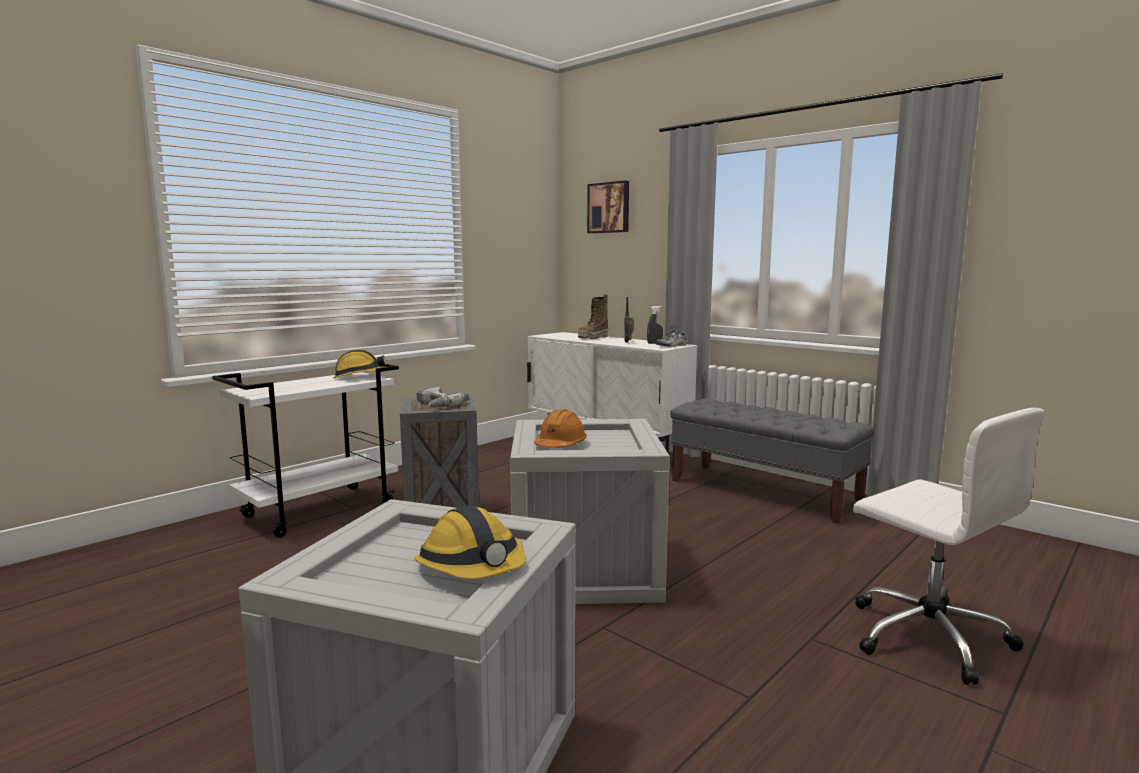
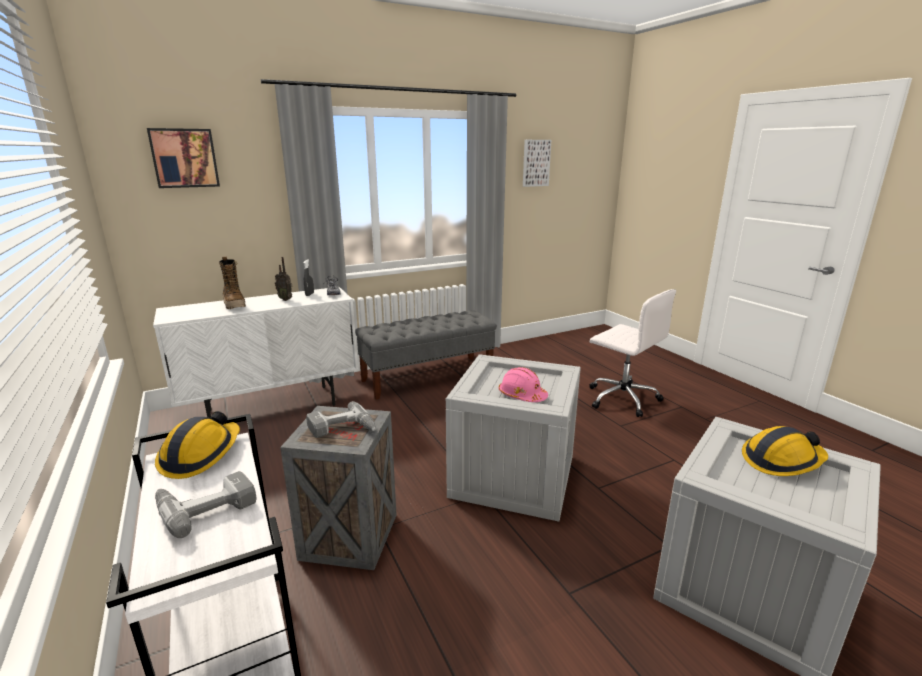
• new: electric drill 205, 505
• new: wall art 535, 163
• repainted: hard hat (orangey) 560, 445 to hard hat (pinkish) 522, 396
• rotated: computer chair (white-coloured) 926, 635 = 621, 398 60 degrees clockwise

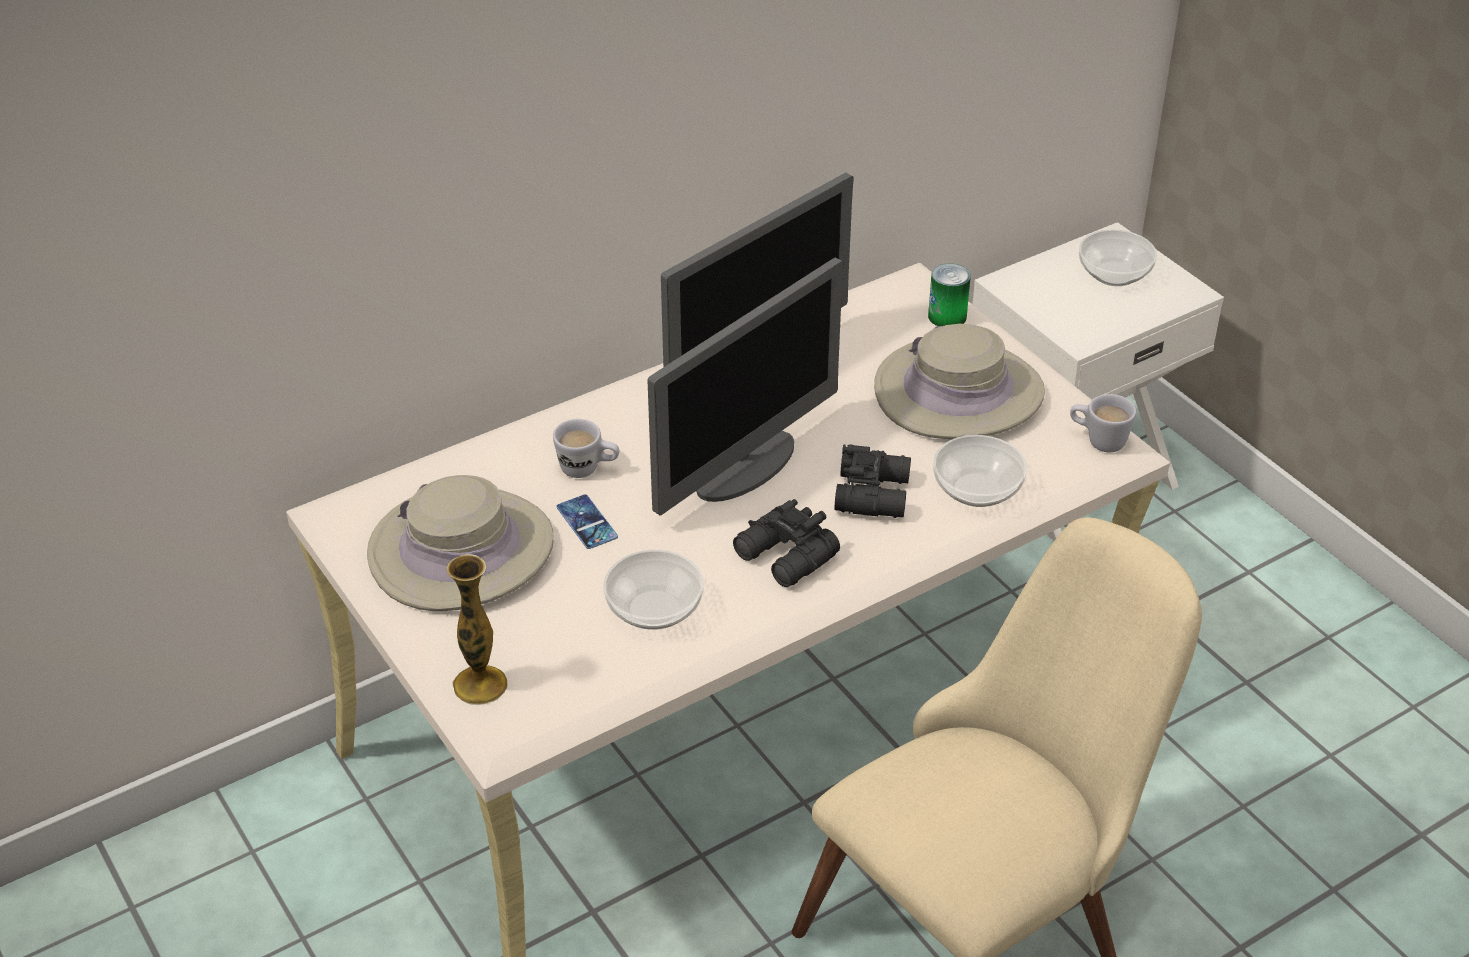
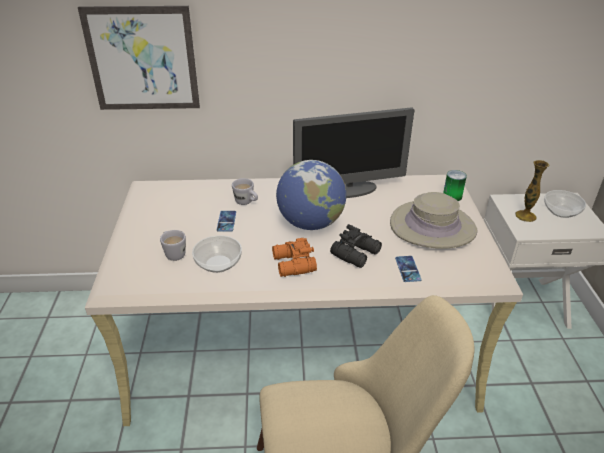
• gone: hat (sand-coloured) 461, 550
• new: wall art 142, 59
• shifted: vase 480, 685 to 525, 216
• shifted: coffee mug (white-coloured) 1098, 440 to 173, 253
• swapped: monitor 746, 466 to desk globe 310, 223
• swapped: deep dish 977, 489 to handset 407, 269
• repainted: binoculars (black-coloured) 785, 558 to binoculars (orangey) 293, 265

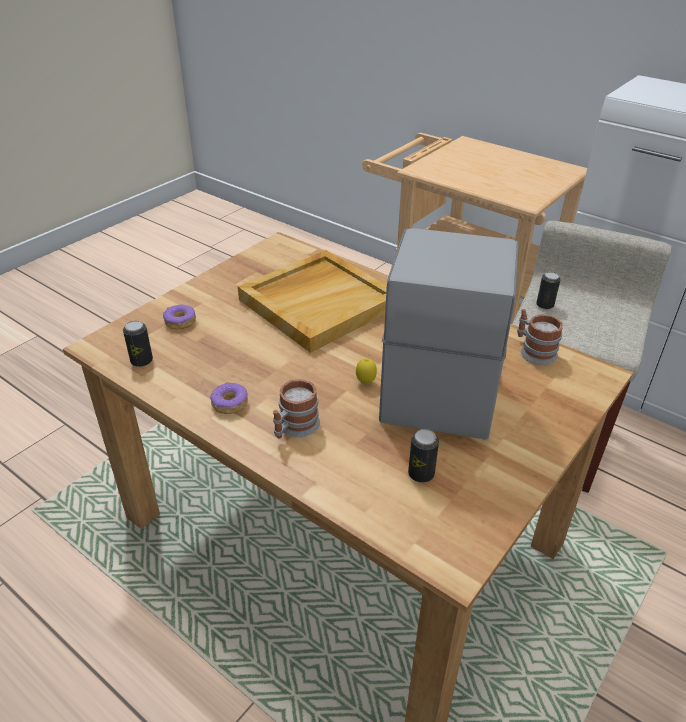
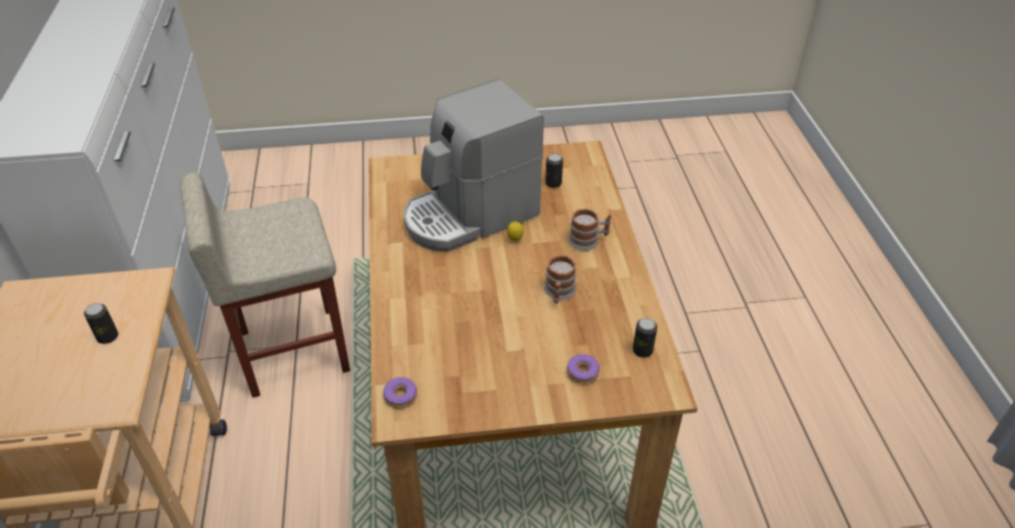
• gone: serving tray (sand-coloured) 319, 302
• shifted: donut 229, 404 to 401, 396
• shifted: coffee mug 533, 351 to 559, 293
• shifted: sealed can 545, 305 to 108, 337

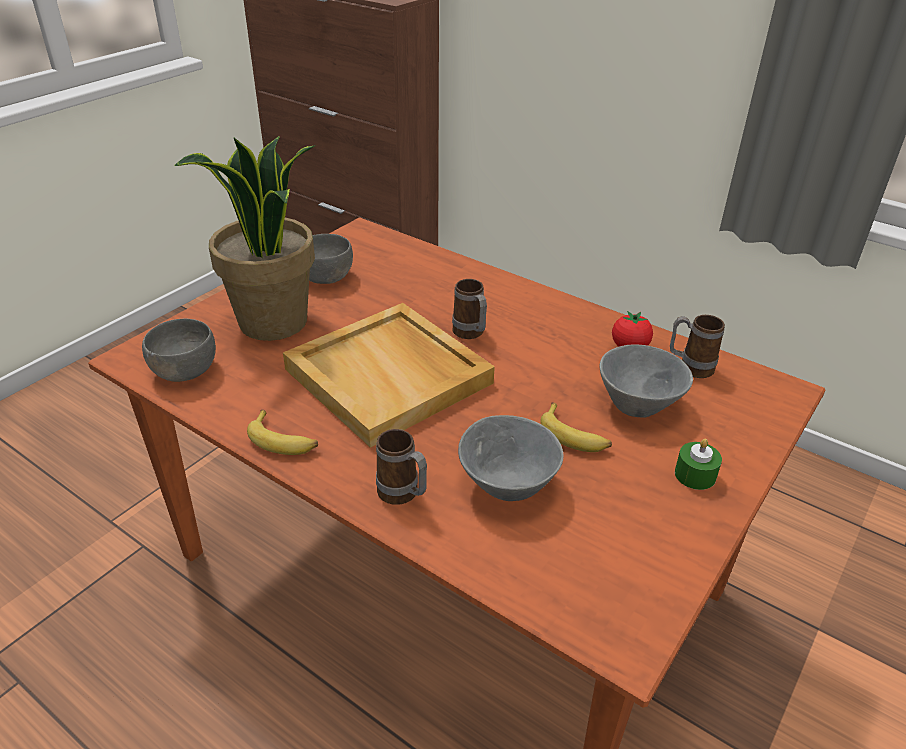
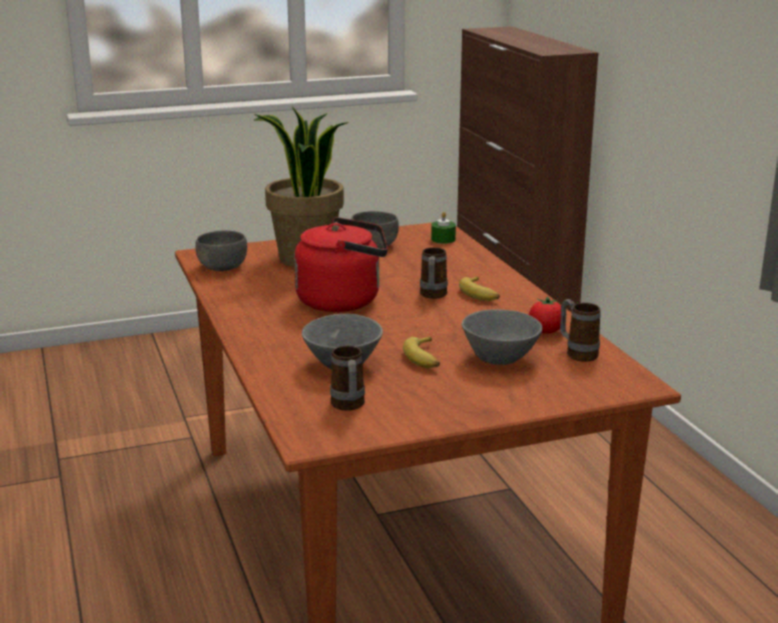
• shifted: whole banana 283, 440 to 480, 294
• shifted: coffee mug 403, 496 to 348, 406
• shifted: candle (greenish) 695, 475 to 443, 239
• swapped: serving tray (sand-coloured) 390, 376 to tea kettle (red-coloured) 344, 301

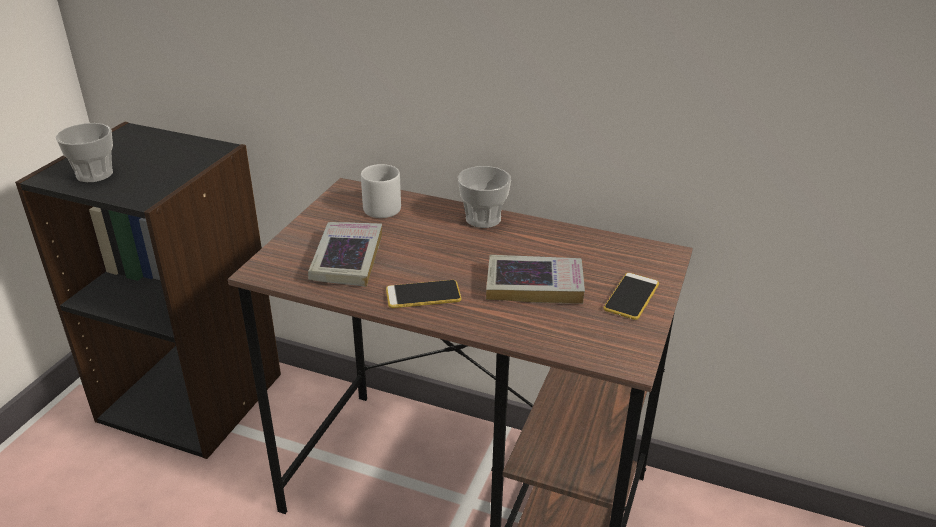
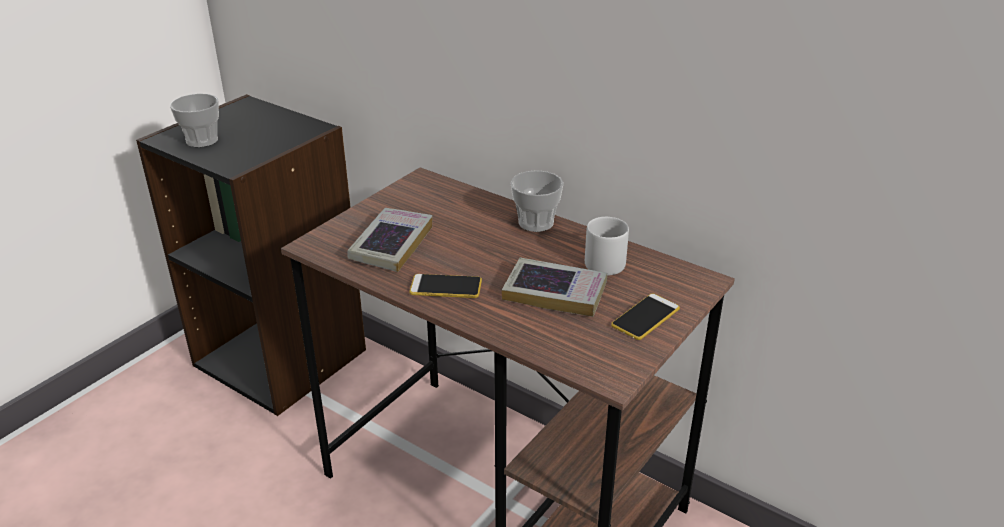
• shifted: coffee mug (gray) 384, 207 to 608, 262

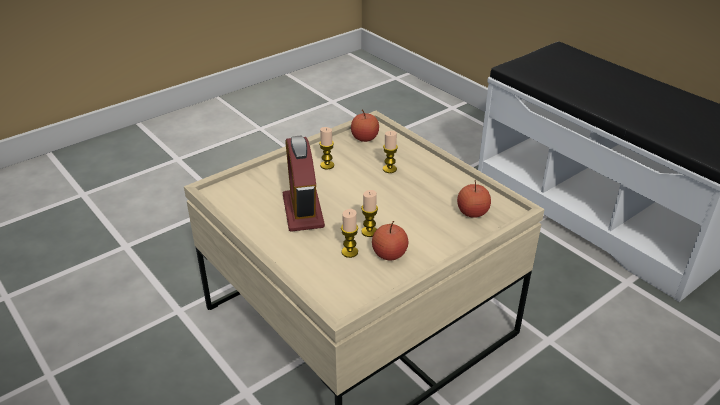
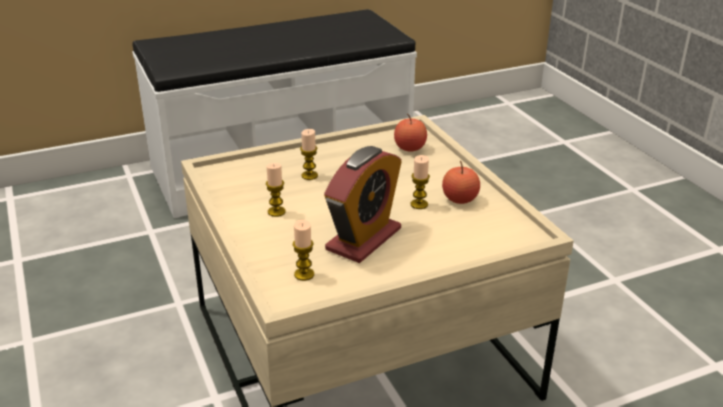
• gone: whole apple 365, 138
• shifted: candle 349, 252 to 304, 274
• rotated: alarm clock 303, 211 = 363, 239 60 degrees counterclockwise

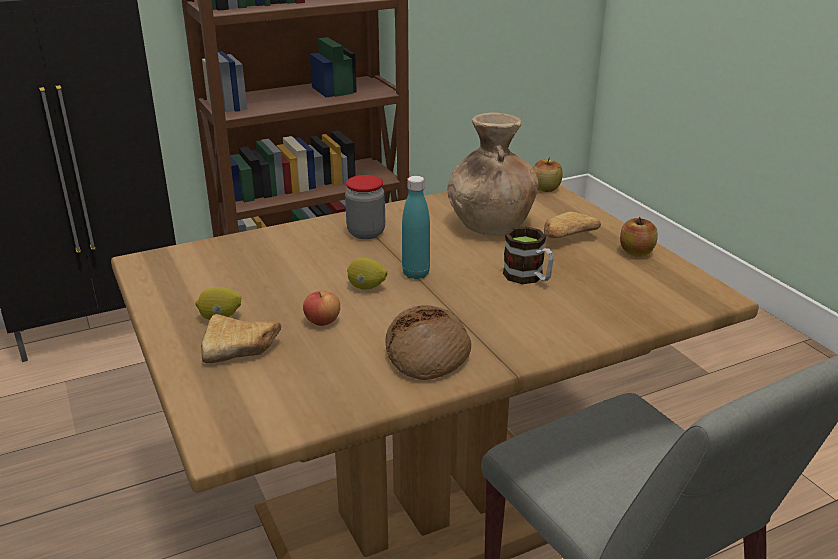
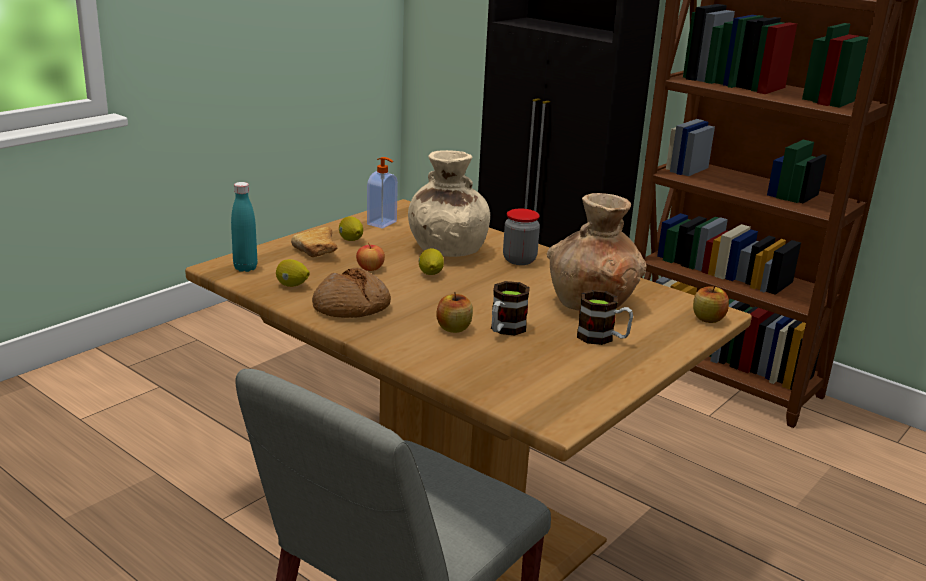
• new: citrus fruit 292, 285
• new: liquid soap bottle 382, 223
• new: vase (sand-coloured) 446, 250
• shifted: drink bottle (turquoise) 416, 274 to 245, 268
• shifted: whole apple 636, 252 to 453, 328
• swapped: bakery bread 565, 238 to coffee mug 602, 338

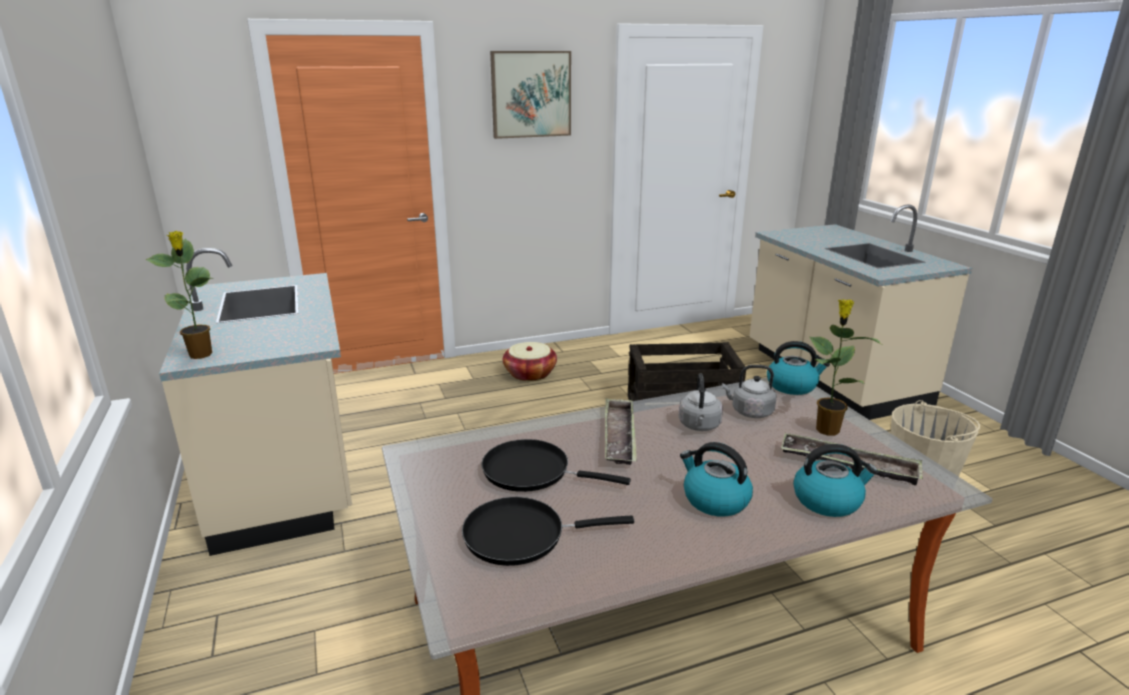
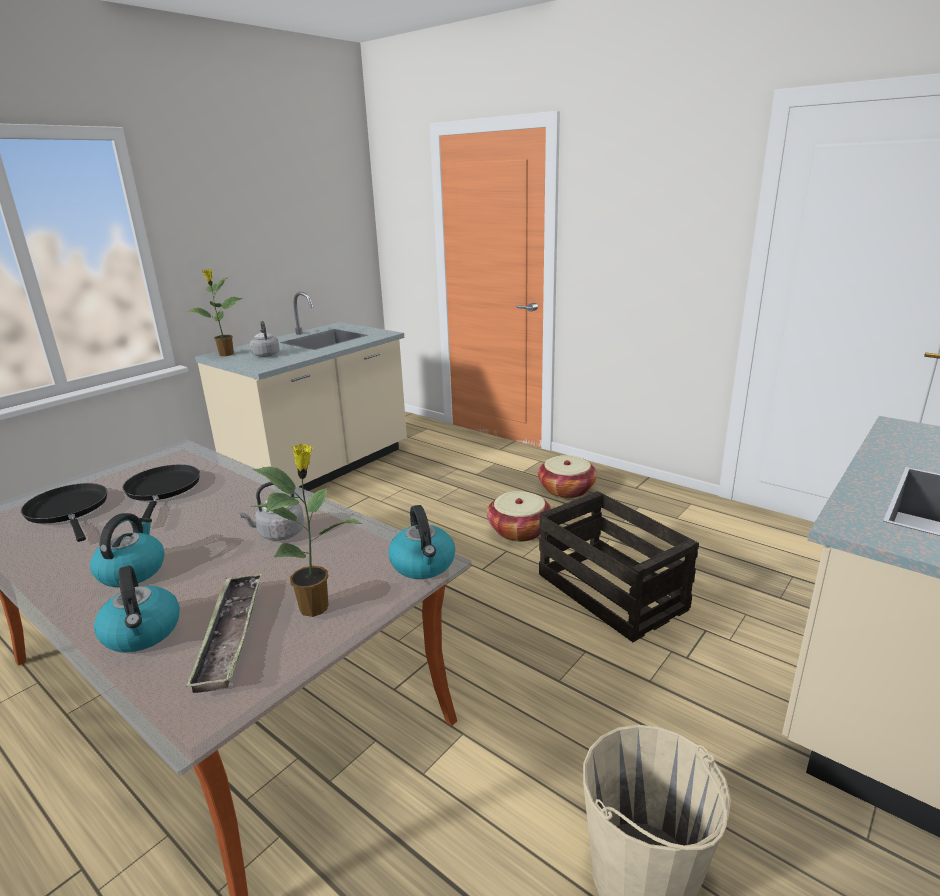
• gone: wall art 531, 94
• gone: serving tray 619, 436
• new: basket 519, 530
• shifted: tea kettle (gray) 749, 412 to 266, 354

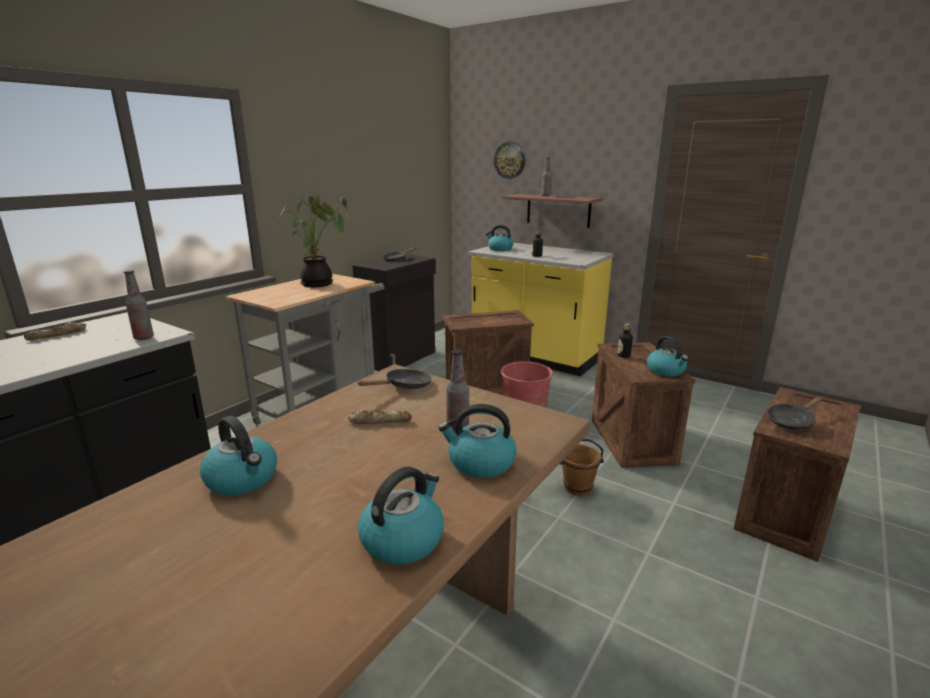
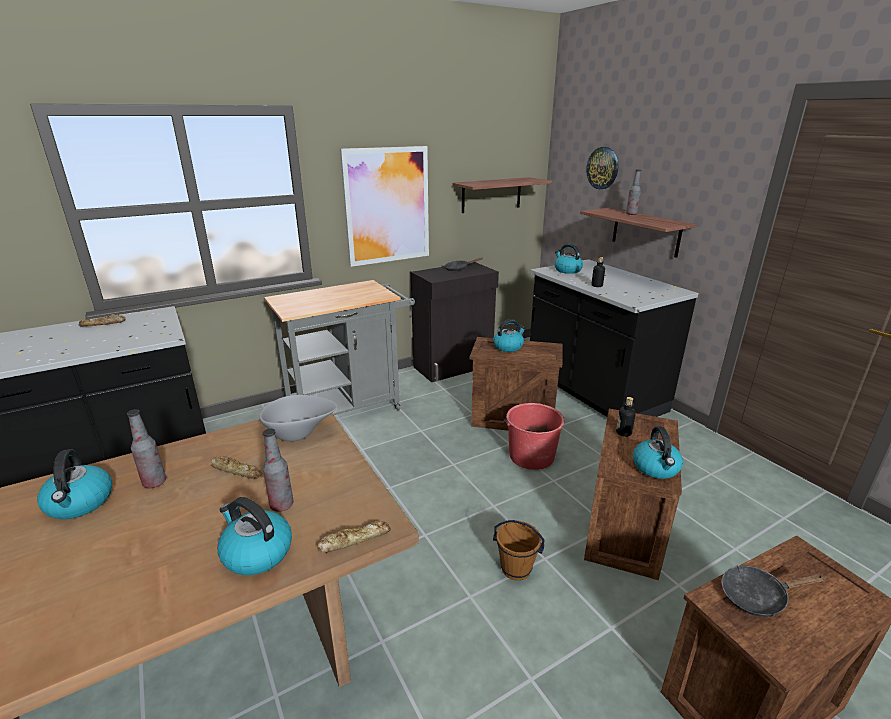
• gone: potted plant 319, 284
• new: bakery bread 354, 539
• new: wall art 387, 206
• new: shelf 491, 195
• shifted: drink bottle 144, 338 to 154, 483
• shifted: tea kettle 403, 539 to 508, 346
• swapped: skillet (black-coloured) 404, 386 to deep dish (gray) 301, 433
• repainted: counter (yellowish) 535, 357 to counter (black-coloured) 592, 392

